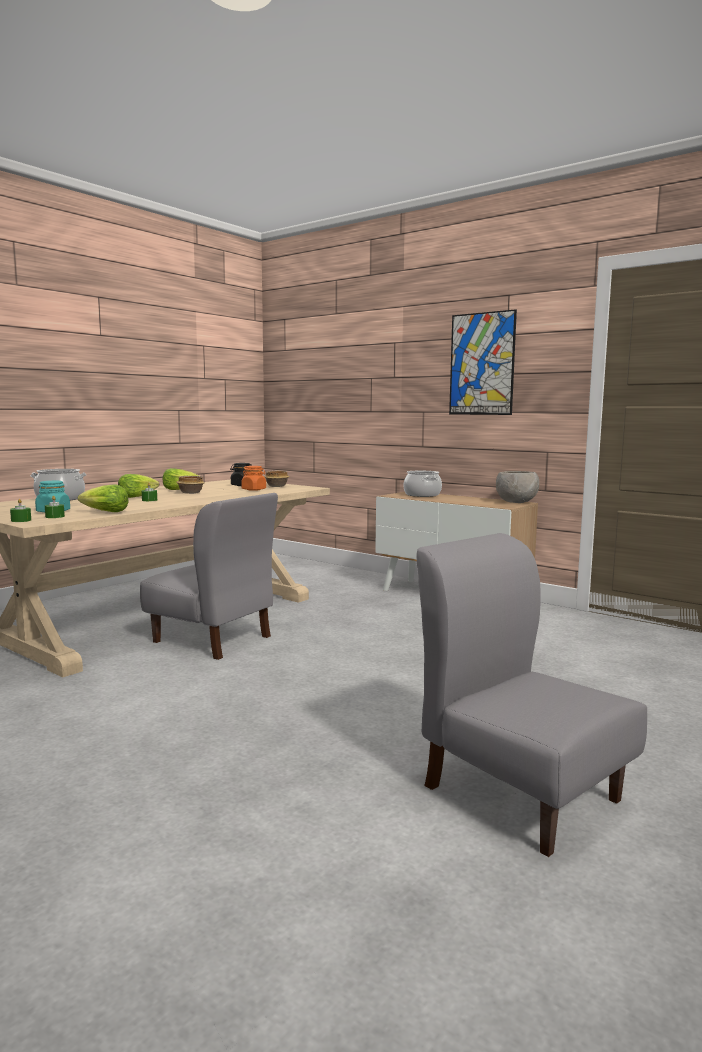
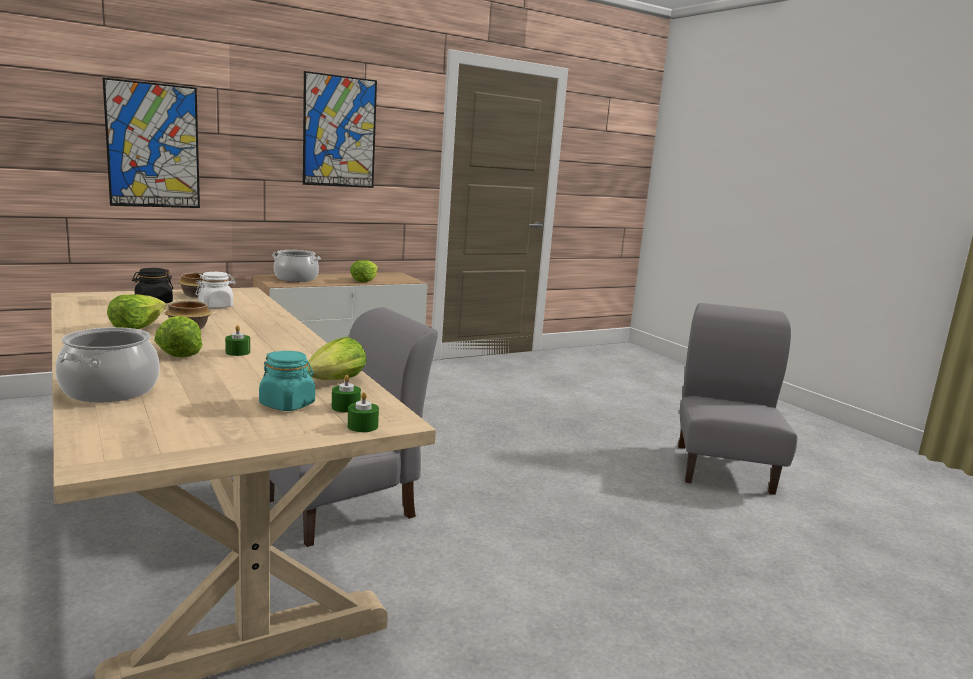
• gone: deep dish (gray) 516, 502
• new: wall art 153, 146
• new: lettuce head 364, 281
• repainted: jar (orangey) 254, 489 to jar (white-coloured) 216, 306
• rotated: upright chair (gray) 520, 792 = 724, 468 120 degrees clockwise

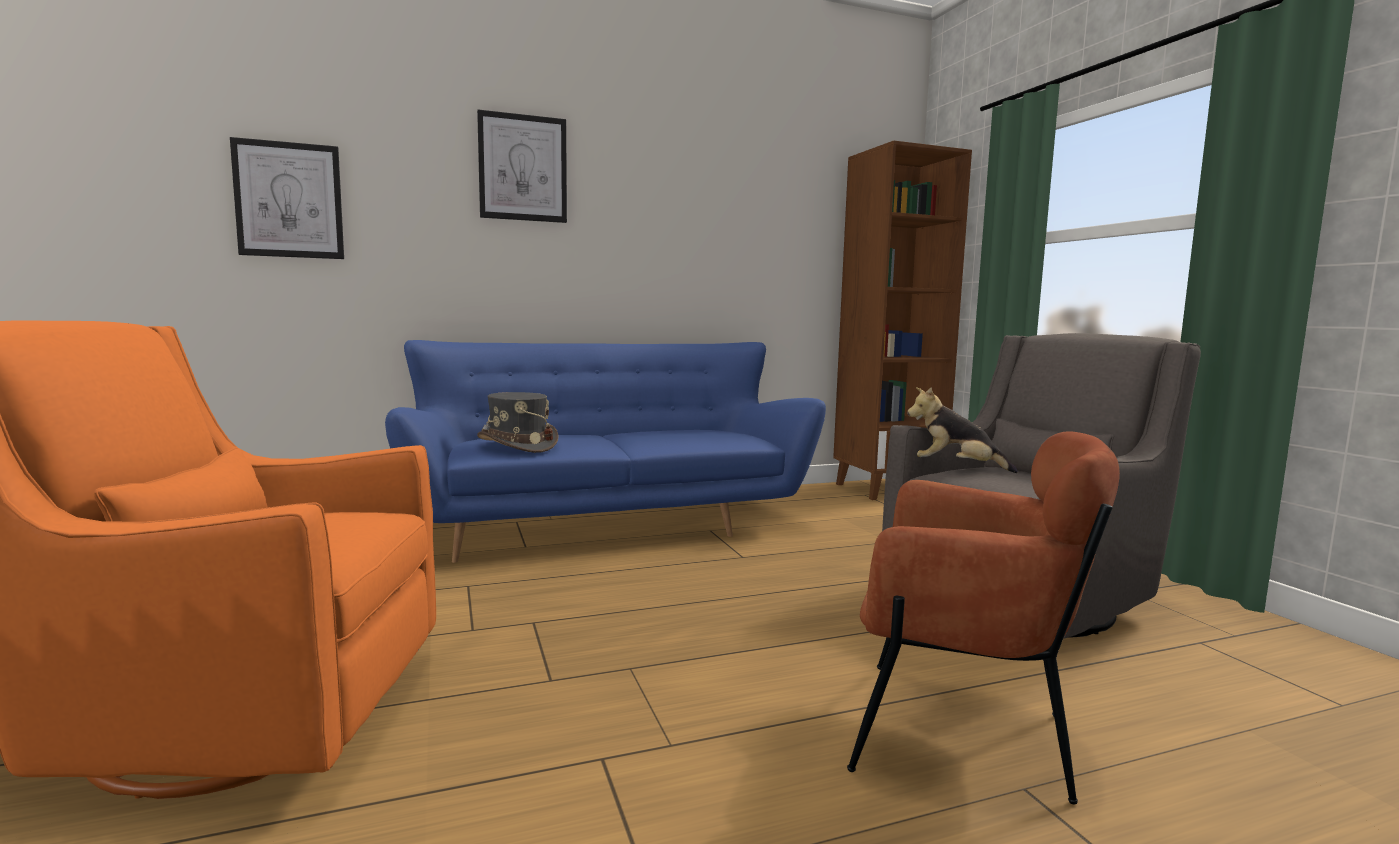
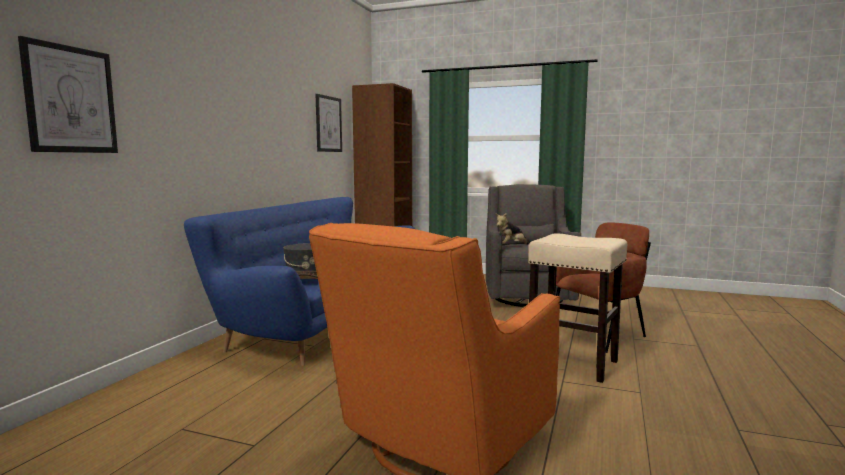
• new: stool seat (sand-coloured) 573, 363
• shifted: wall art 523, 168 to 328, 124

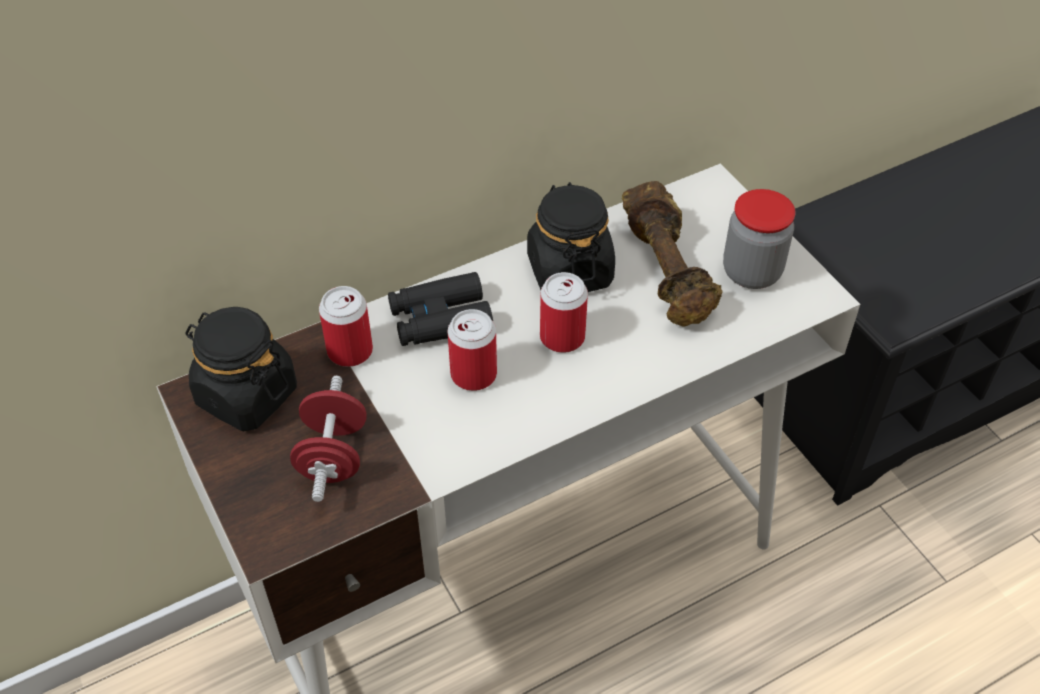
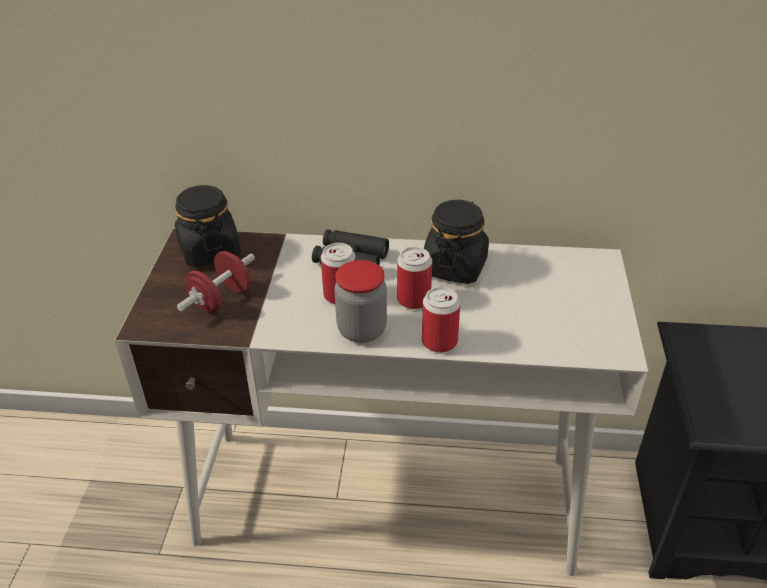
• gone: dumbbell (brown-coloured) 668, 271
• shifted: sealed can 350, 351 to 439, 341
• shifted: jar 751, 272 to 362, 330

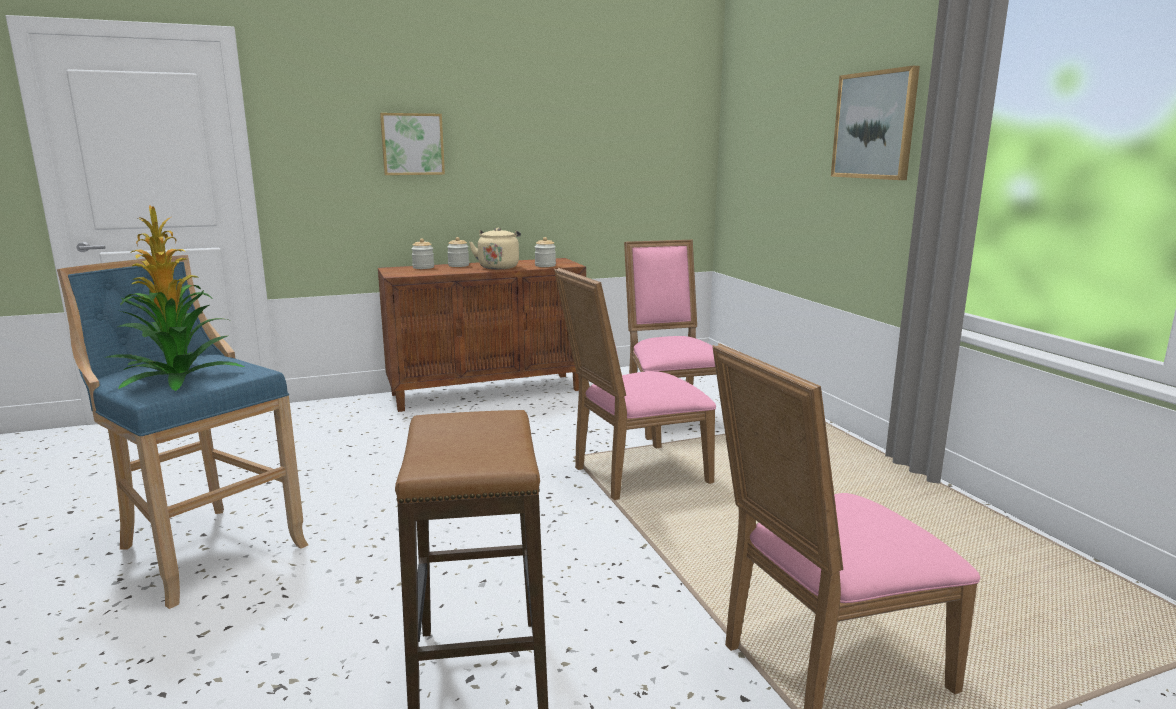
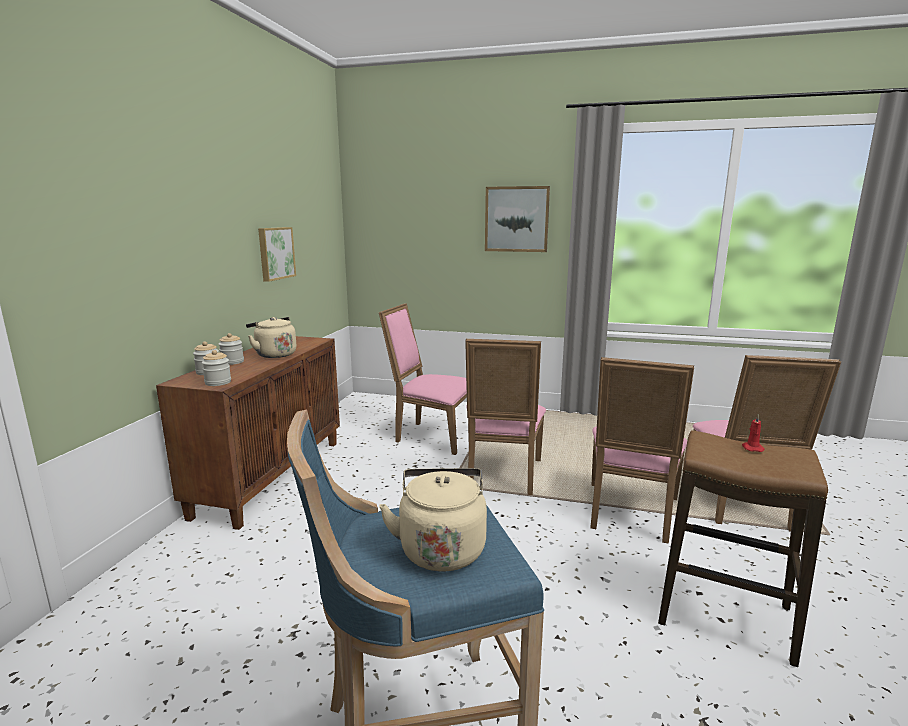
• new: upright chair (pinkish) 630, 515
• new: candle (red-coloured) 752, 448
• shifted: wall art 412, 144 to 275, 253
• shifted: jar 545, 265 to 218, 382
• swapped: potted plant 176, 378 to tea kettle (sand-coloured) 441, 547

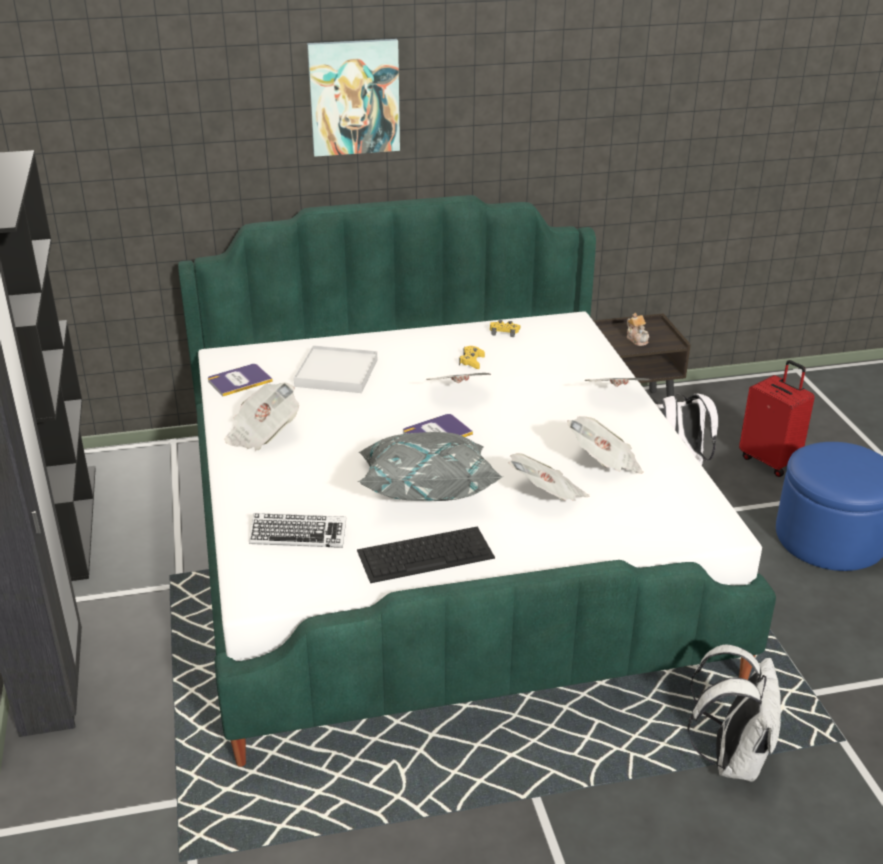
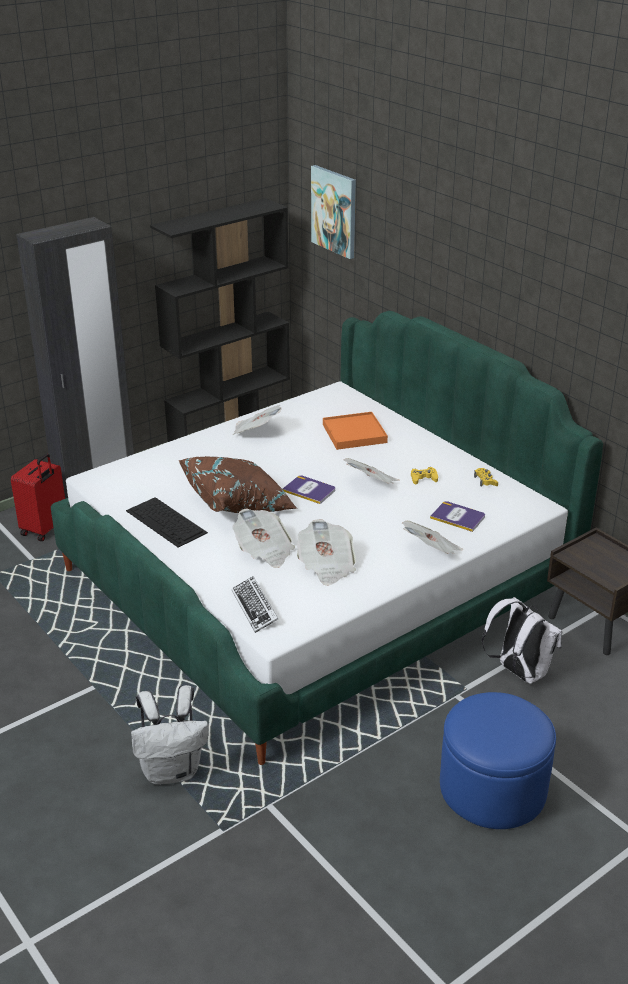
• gone: teapot 637, 339
• shifted: volume 239, 381 to 458, 517
• shifted: keyboard 298, 535 to 255, 608
• shifted: wall art 354, 97 to 334, 211
• shifted: piece of luggage (red-coloured) 770, 461 to 45, 529
• repainted: serving tray (white-coloured) 336, 373 to serving tray (orangey) 354, 433
• repainted: pillow (gray) 426, 488 to pillow (brown-coloured) 239, 503

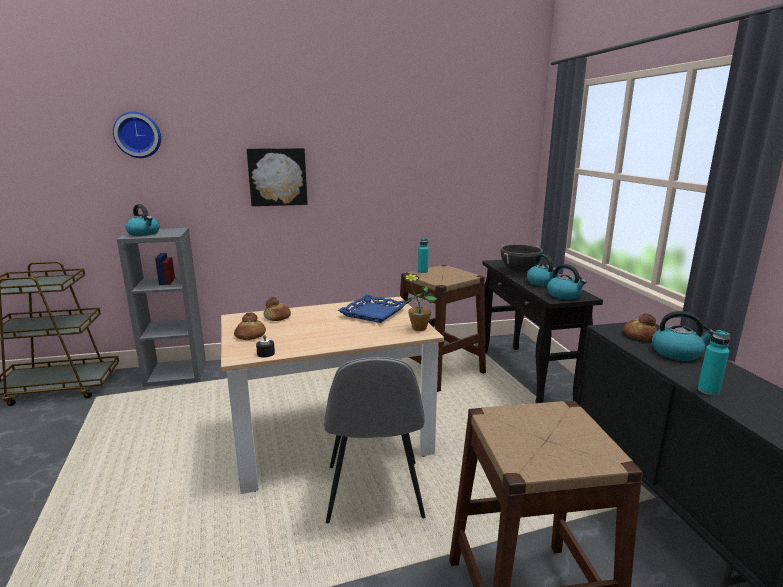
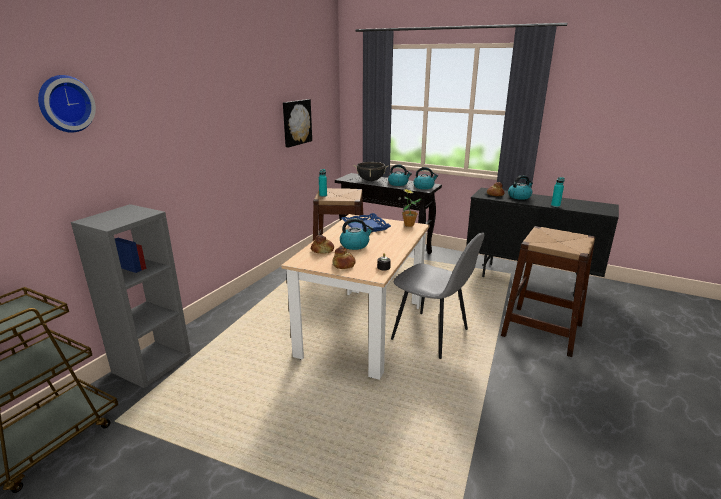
• shifted: tea kettle 144, 233 to 355, 245
• shifted: wall art 277, 177 to 296, 122

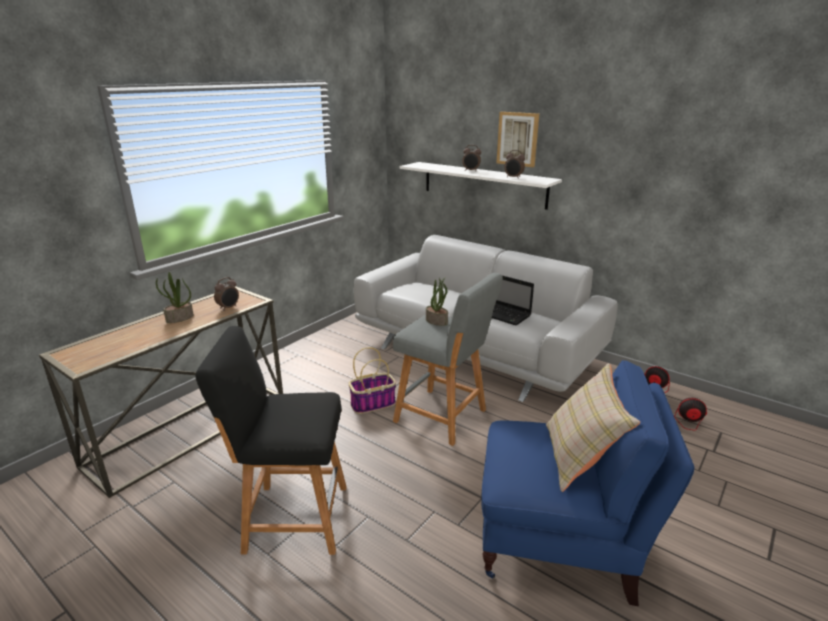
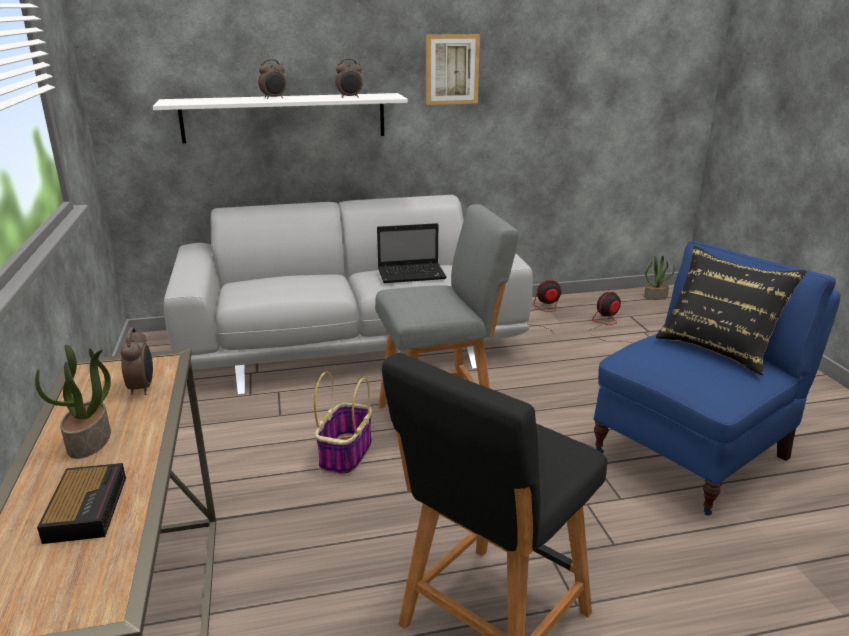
• new: alarm clock 87, 507
• shifted: potted plant 437, 321 to 655, 297
• shifted: wall art 518, 139 to 451, 69
• repainted: pillow (sand-coloured) 580, 458 to pillow (black-coloured) 718, 347

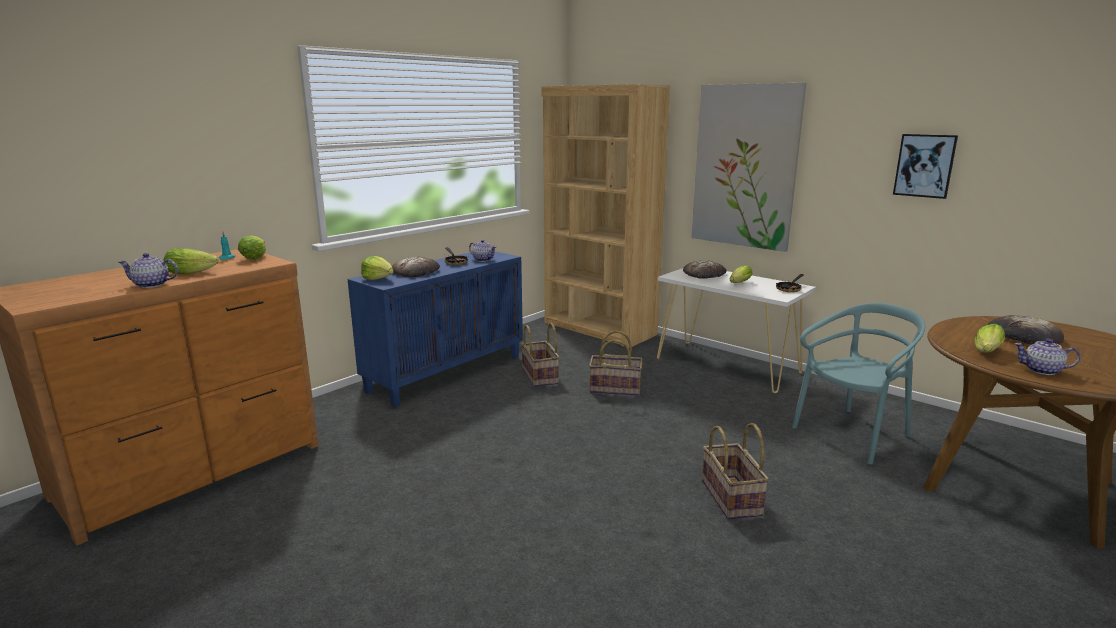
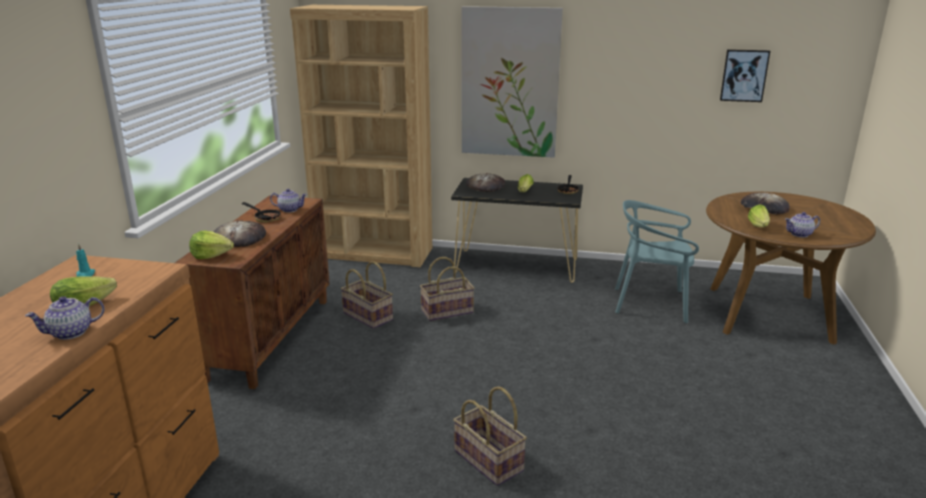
• gone: lettuce head 256, 257
• shifted: basket 732, 498 to 489, 460
• shifted: wall art 924, 165 to 744, 75
• repainted: cabinet (blue-coloured) 446, 373 to cabinet (brown-coloured) 270, 337
• repainted: console table (white-coloured) 727, 366 to console table (black-coloured) 516, 266
• rotated: upright chair (turquoise) 852, 434 = 651, 303 105 degrees counterclockwise

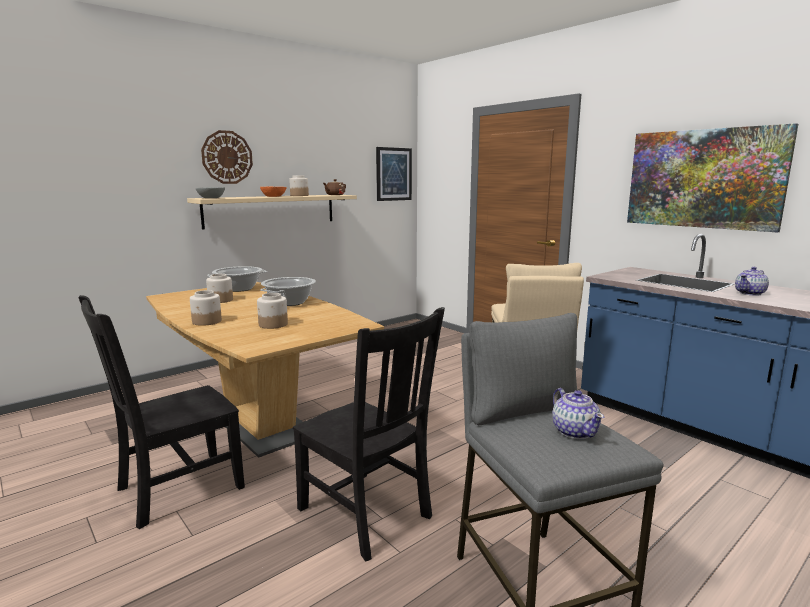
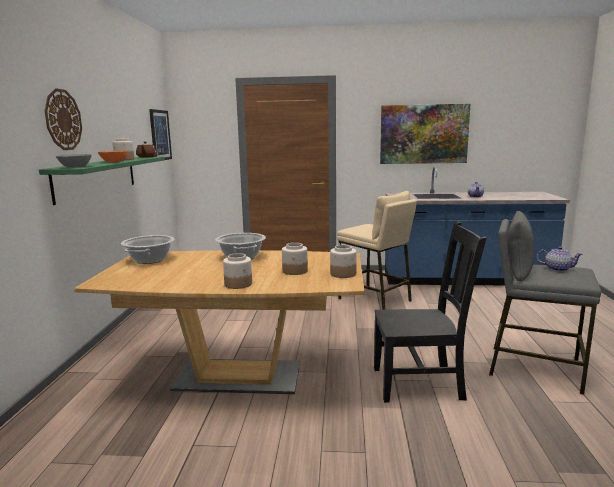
• gone: upright chair (black-coloured) 176, 489
• shifted: jar 220, 300 to 342, 274
• repainted: shelf (sand-coloured) 271, 210 to shelf (greenish) 97, 177

